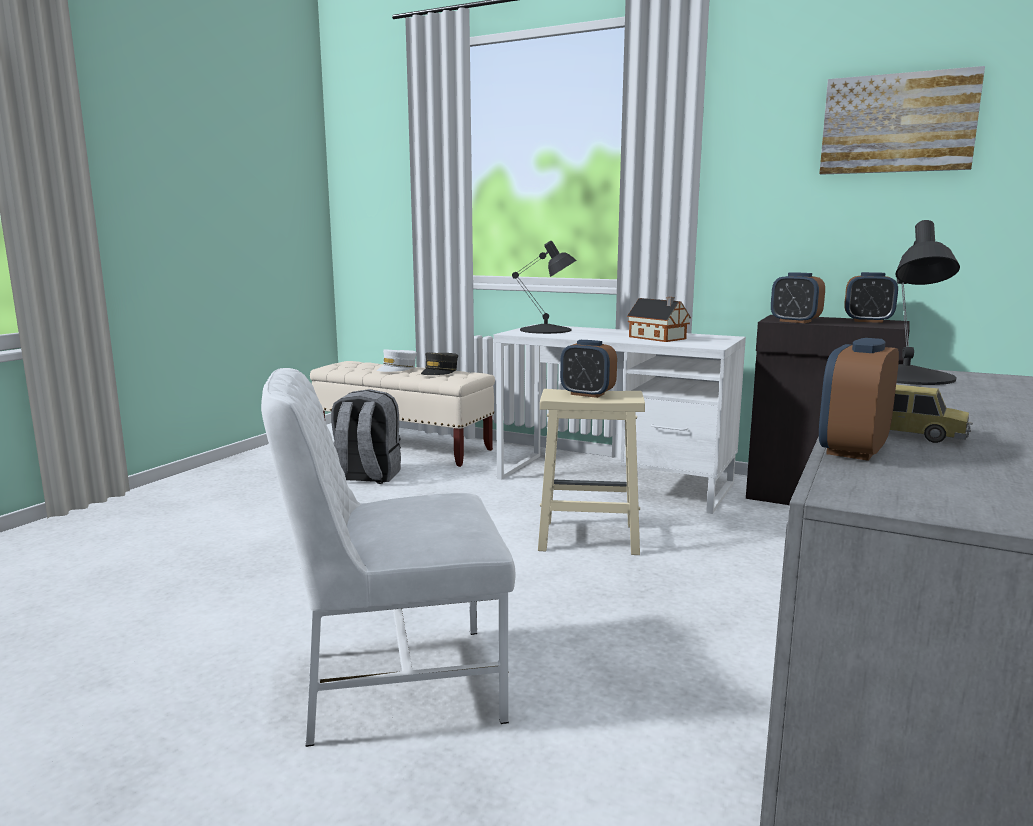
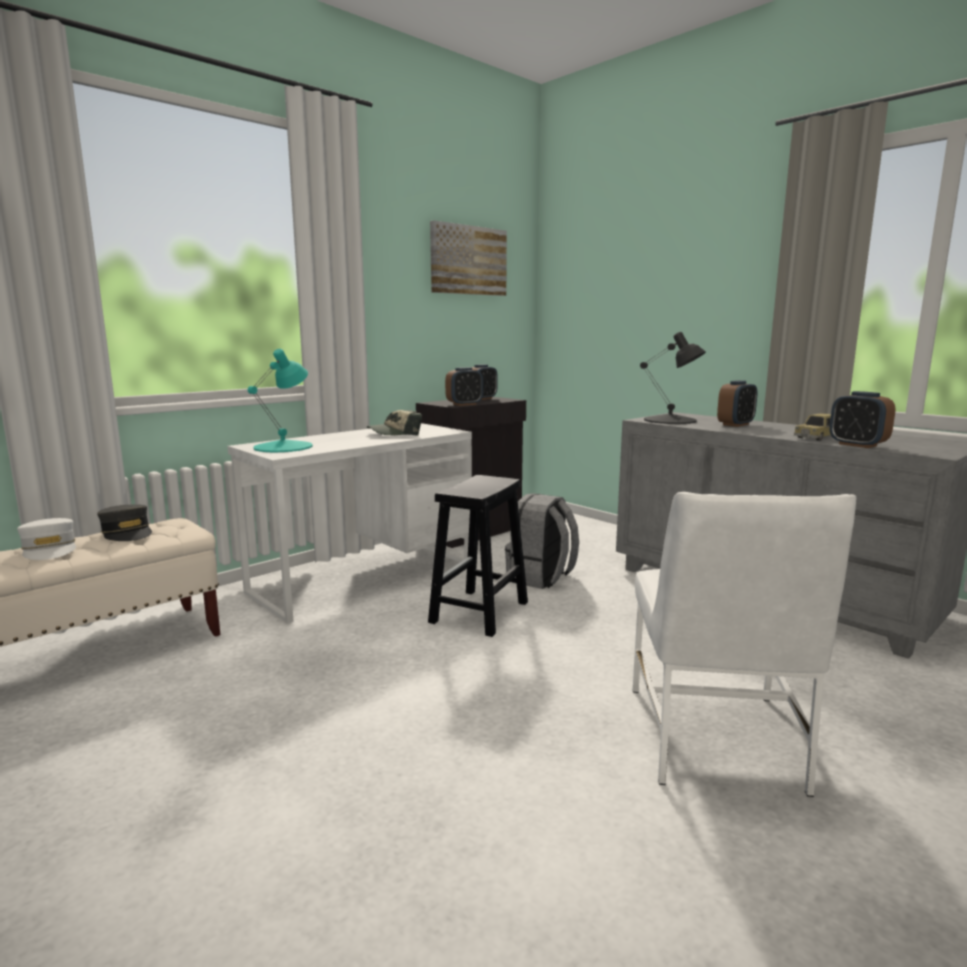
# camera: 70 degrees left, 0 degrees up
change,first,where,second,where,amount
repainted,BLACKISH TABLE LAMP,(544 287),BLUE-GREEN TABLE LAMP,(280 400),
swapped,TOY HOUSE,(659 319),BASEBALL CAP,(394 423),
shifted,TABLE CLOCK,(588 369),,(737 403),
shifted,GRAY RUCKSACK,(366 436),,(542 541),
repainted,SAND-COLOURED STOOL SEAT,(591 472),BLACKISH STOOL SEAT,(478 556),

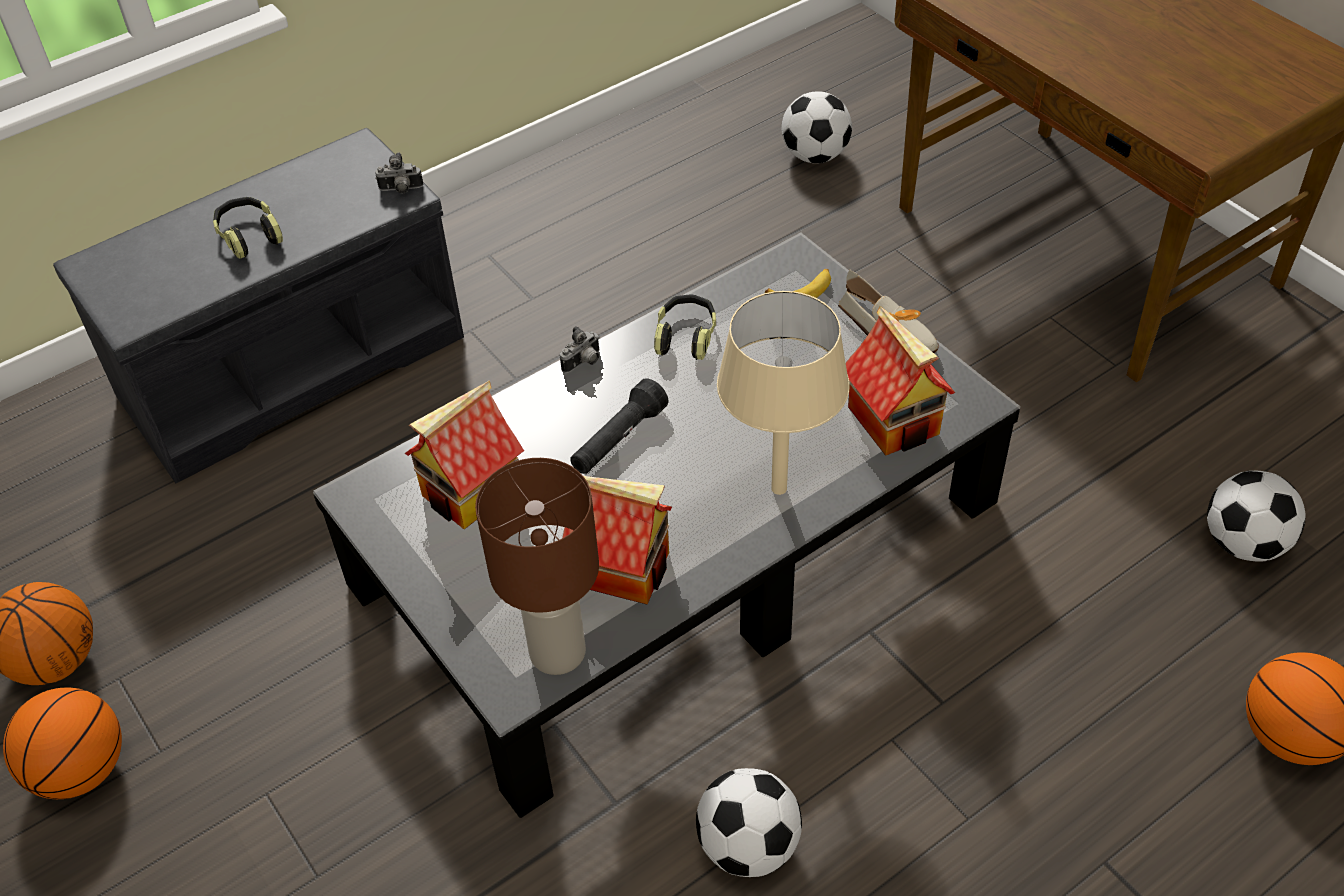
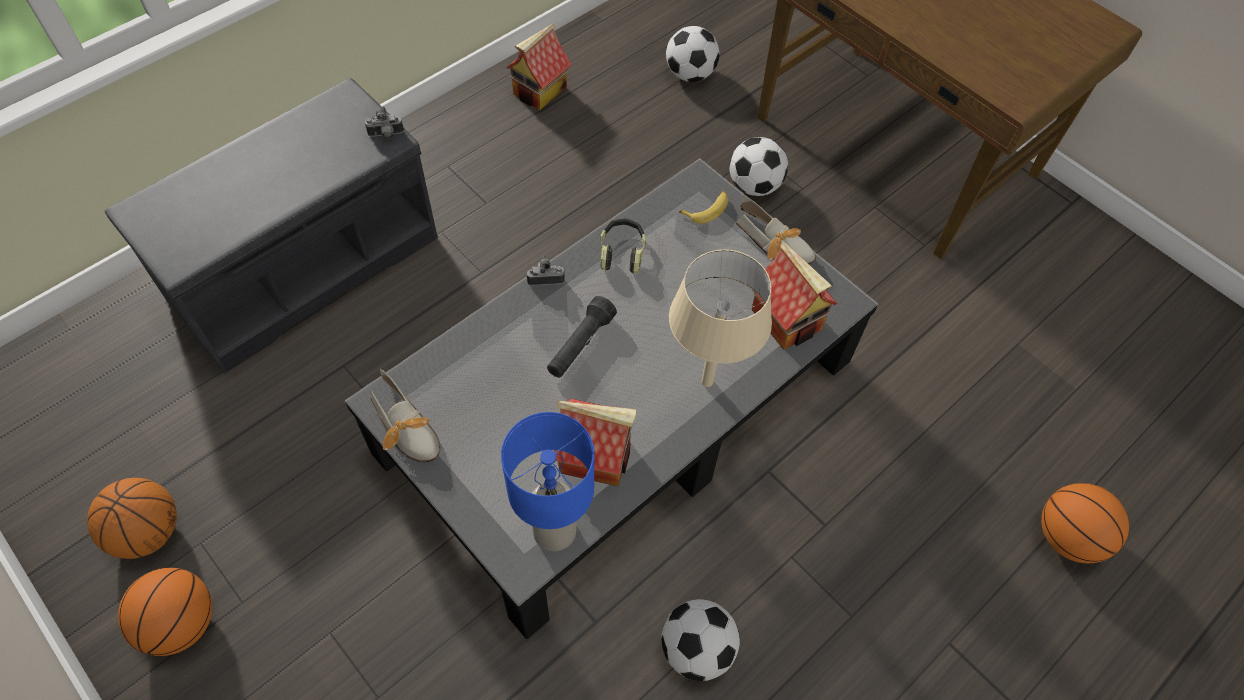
# camera: 10 degrees left, 10 degrees up
change,first,where,second,where,amount
gone,HEADPHONES,(248 228),,,
rotated,PHOTO CAMERA,(579 349),,(545 270),135 degrees counterclockwise
shifted,TOY HOUSE,(464 454),,(539 66),
repainted,BROWN TABLE LAMP,(537 566),BLUE-COLOURED TABLE LAMP,(547 481),
shifted,FOOTBALL BALL,(1256 515),,(758 166),
new,,,LOW SHOE,(405 415),

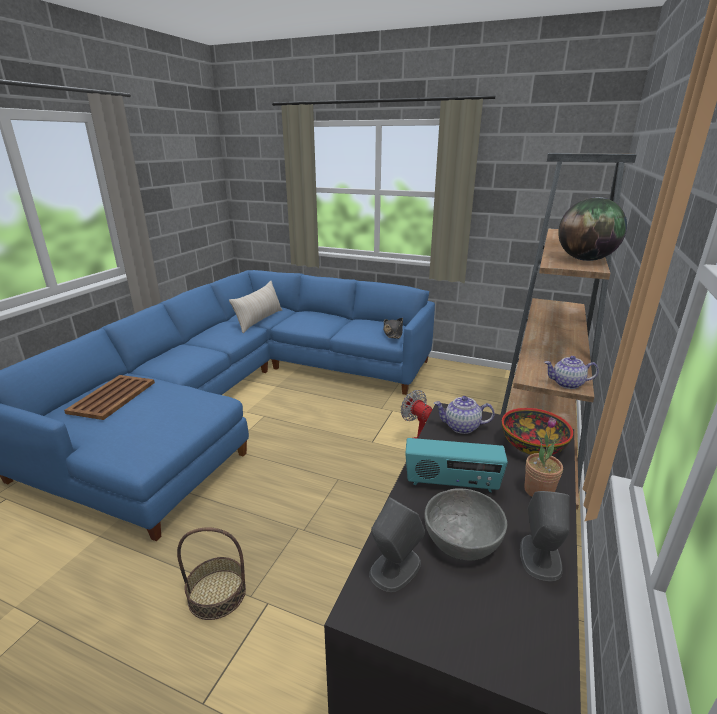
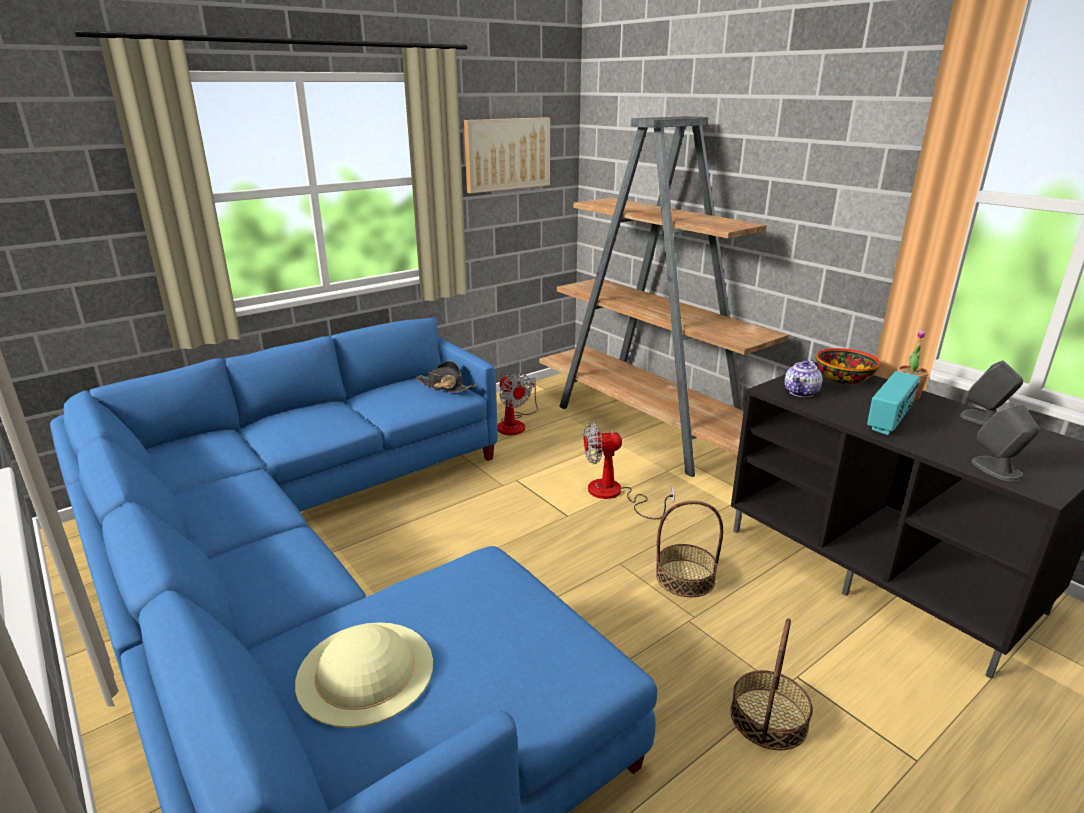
# camera: 60 degrees left, 0 degrees up
change,first,where,second,where,amount
gone,GLOBE,(592 229),,,
gone,SAND-COLOURED CUSHION,(255 307),,,
gone,POT FOR TEA,(571 372),,,
swapped,BROWN SERVING TRAY,(109 397),SAND-COLOURED HAT,(364 675),
gone,GRAY SERVING BOWL,(465 524),,,
new,,,PICTURE,(507 155),
new,,,ELECTRIC FAN,(517 404),
new,,,BASKET,(689 549),

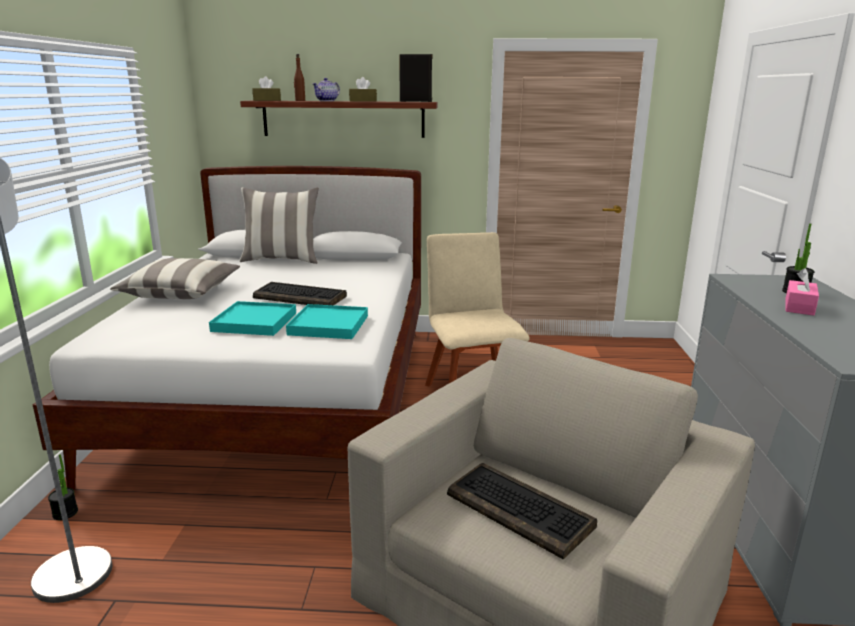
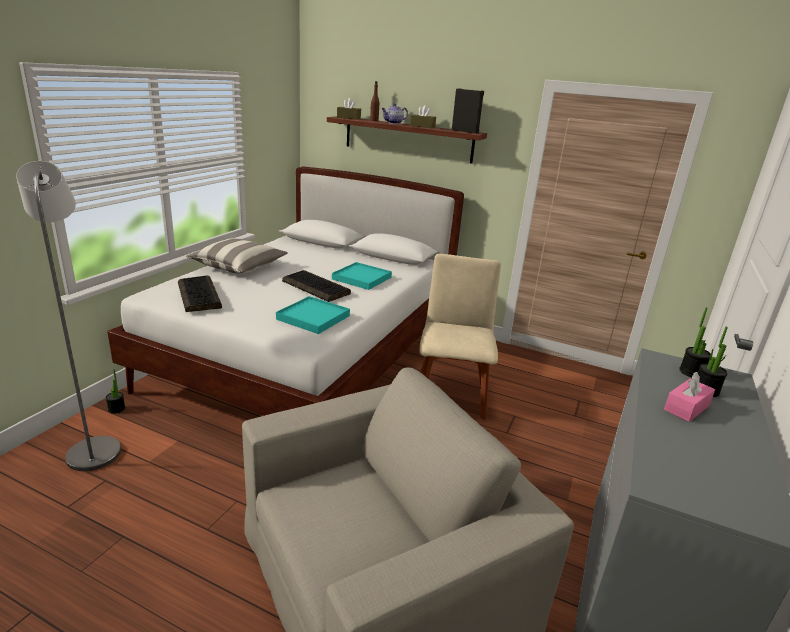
# camera: 20 degrees right, 5 degrees up
change,first,where,second,where,amount
gone,CUSHION,(279 225),,,
shifted,BLUE-GREEN SERVING TRAY,(252 318),,(362 276),
shifted,COMPUTER KEYBOARD,(522 511),,(200 294),
new,,,POTTED PLANT,(695 342),

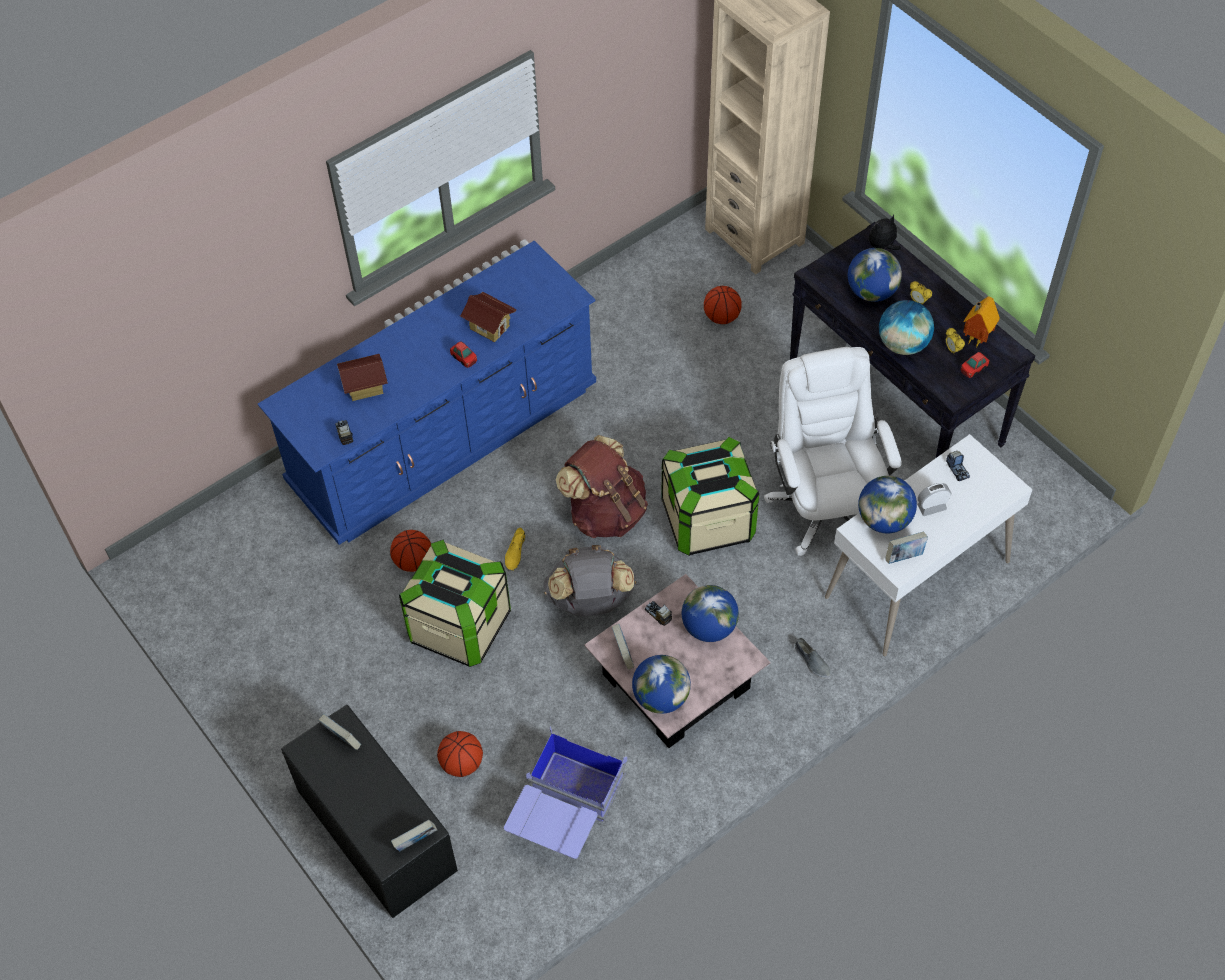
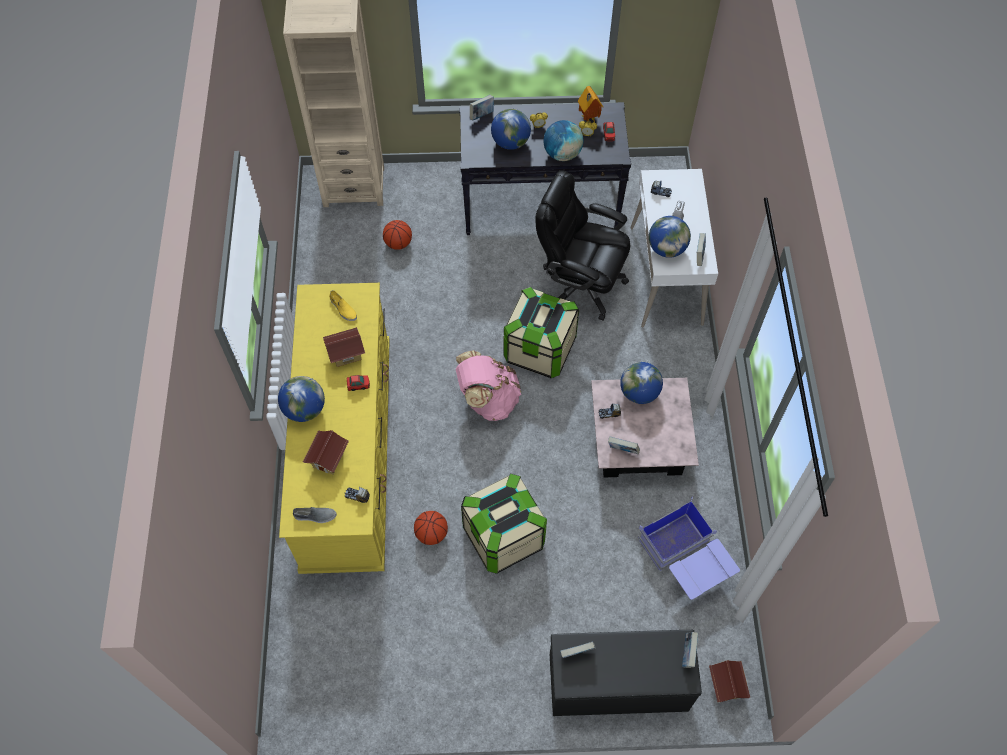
# camera: 55 degrees left, 5 degrees up
change,first,where,second,where,amount
swapped,SOFT TOY,(885 232),BOUND BOOK,(482 108),
repainted,BLUE-COLOURED CHEST OF DRAWERS,(427 393),YELLOWISH CHEST OF DRAWERS,(334 428),
repainted,WHITE-COLOURED OFFICE CHAIR,(833 451),BLACKISH OFFICE CHAIR,(583 245),
repainted,BROWN RUCKSACK,(602 486),PINK-COLOURED RUCKSACK,(488 385),
shifted,YELLOWISH LOW SHOE,(515 550),,(343 305),
gone,GRAY RUCKSACK,(589 581),,,
shifted,GRAY LOW SHOE,(813 658),,(315 515),
shifted,GLOBE,(661 684),,(301 399),
gone,BASKETBALL,(460 754),,,
new,,,TOY HOUSE,(729 681),

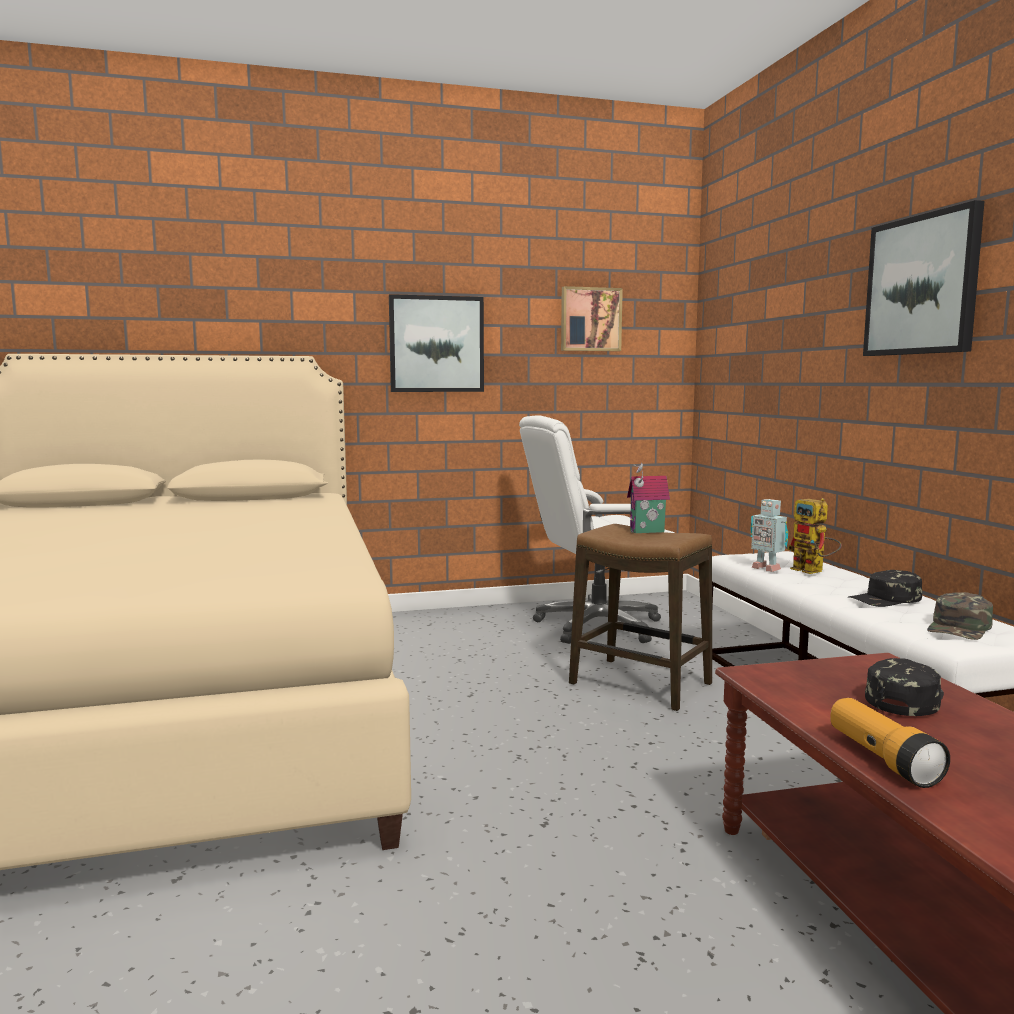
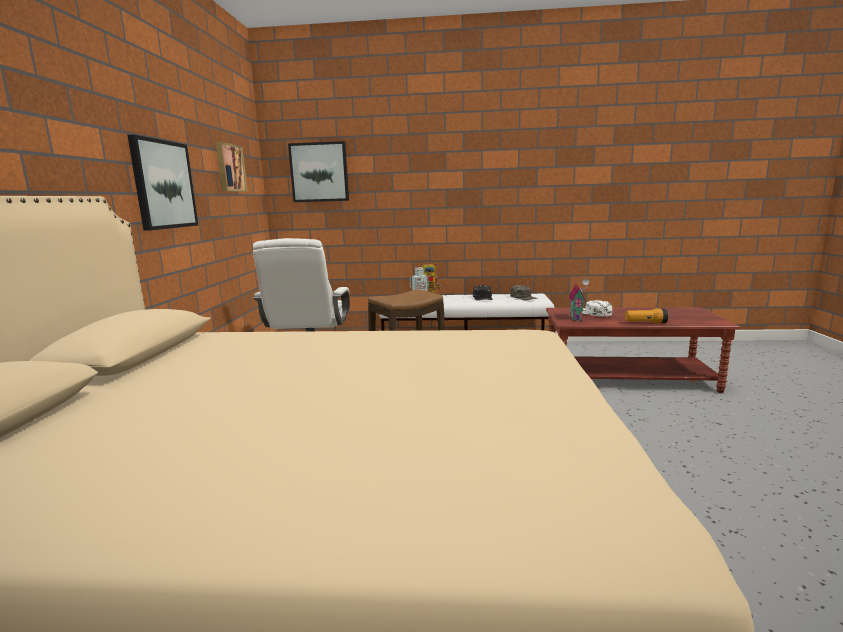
# camera: 70 degrees left, 5 degrees up
change,first,where,second,where,amount
shifted,PICTURE,(924 278),,(318 171),
shifted,TOY HOUSE,(648 498),,(579 300),
repainted,BLACKISH BASEBALL CAP,(904 687),WHITE-COLOURED BASEBALL CAP,(597 308),

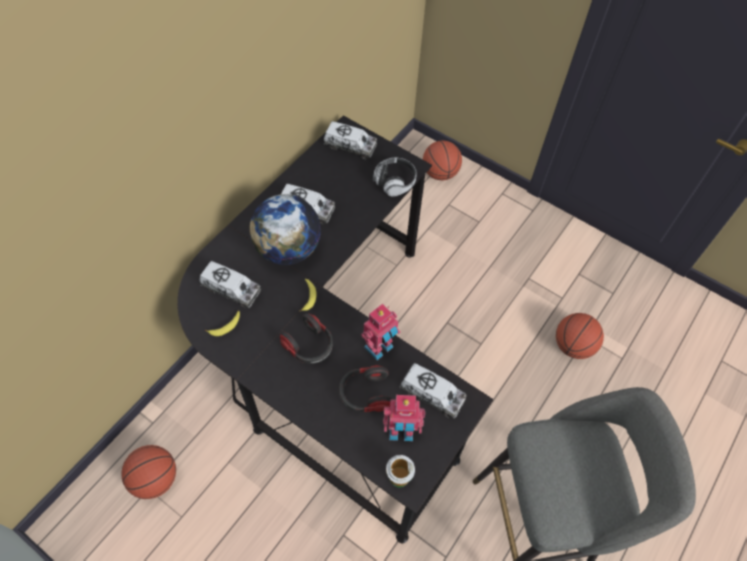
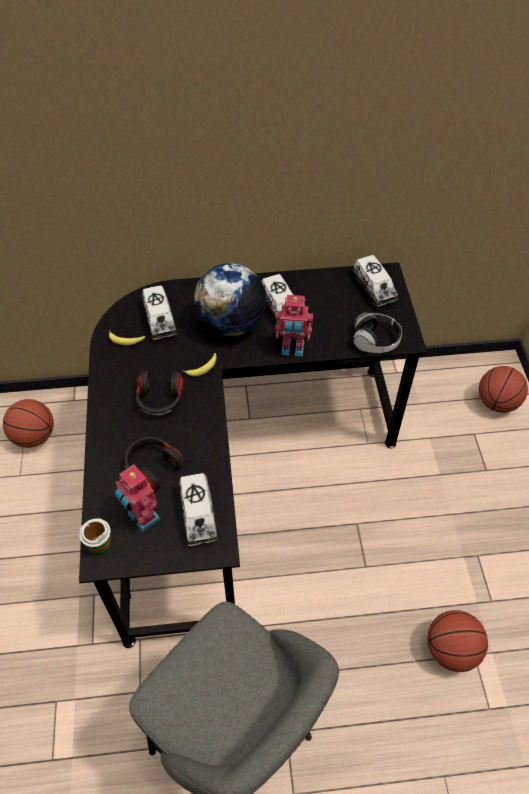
# camera: 50 degrees right, 5 degrees down
change,first,where,second,where,amount
shifted,ROBOT FIGURE,(380 332),,(294 325),

